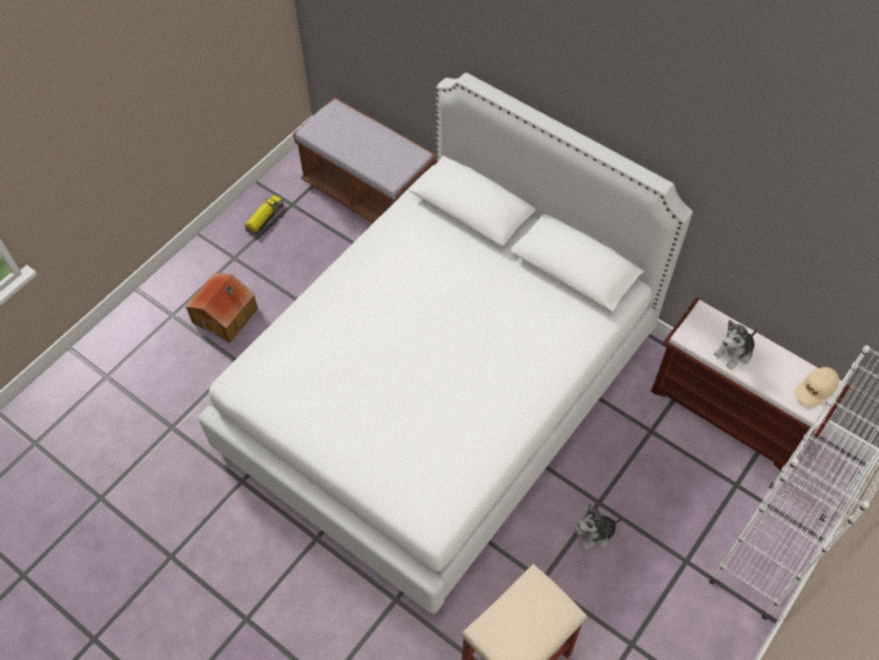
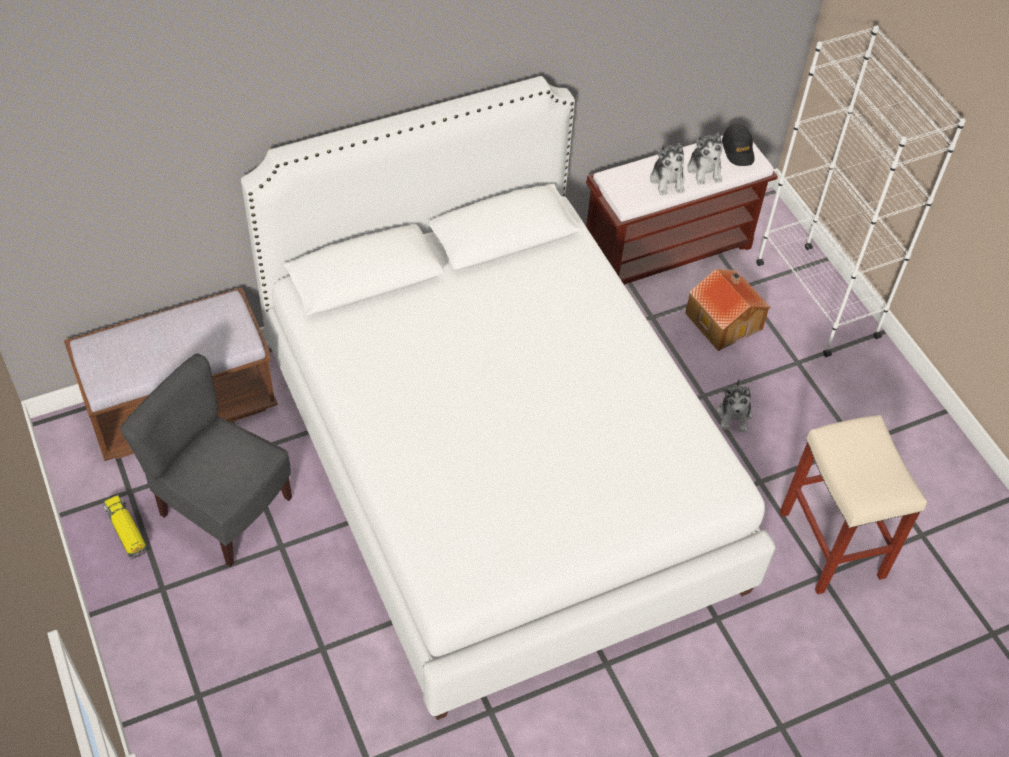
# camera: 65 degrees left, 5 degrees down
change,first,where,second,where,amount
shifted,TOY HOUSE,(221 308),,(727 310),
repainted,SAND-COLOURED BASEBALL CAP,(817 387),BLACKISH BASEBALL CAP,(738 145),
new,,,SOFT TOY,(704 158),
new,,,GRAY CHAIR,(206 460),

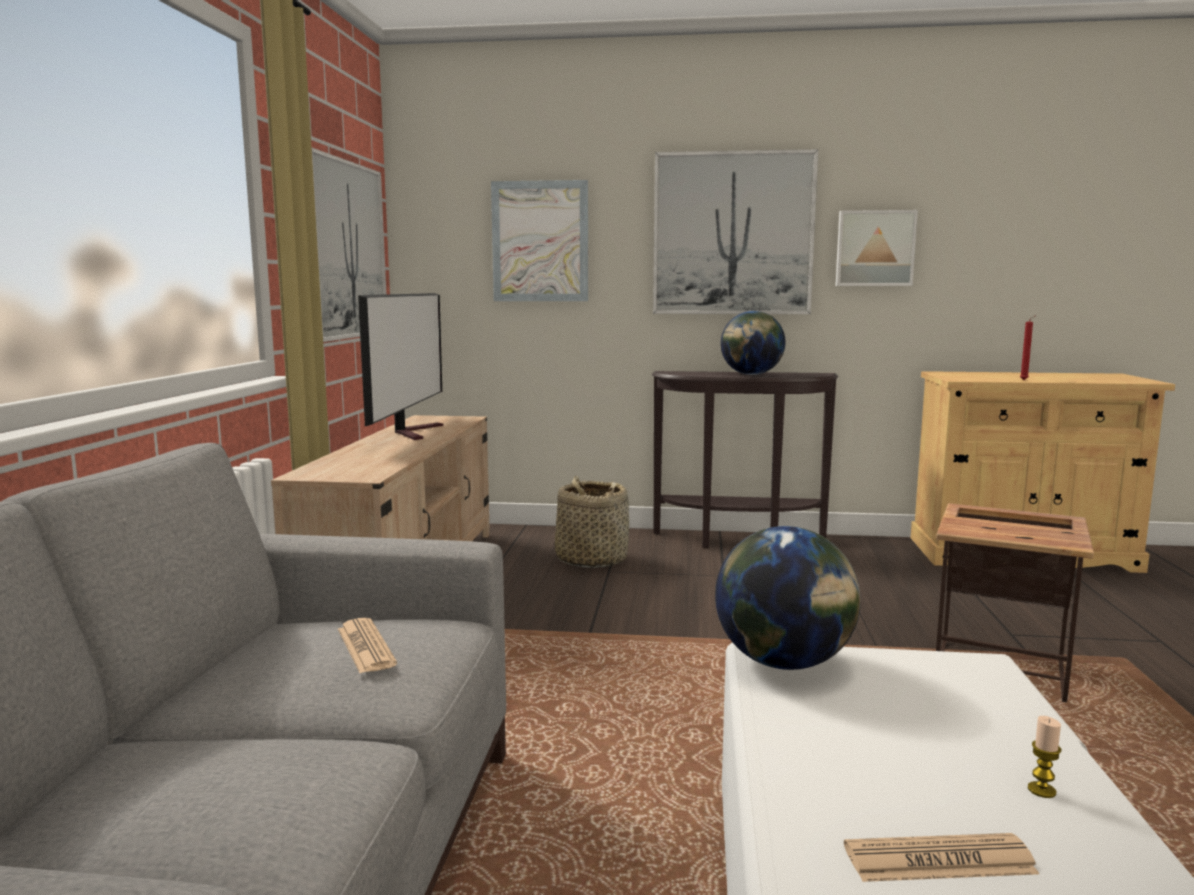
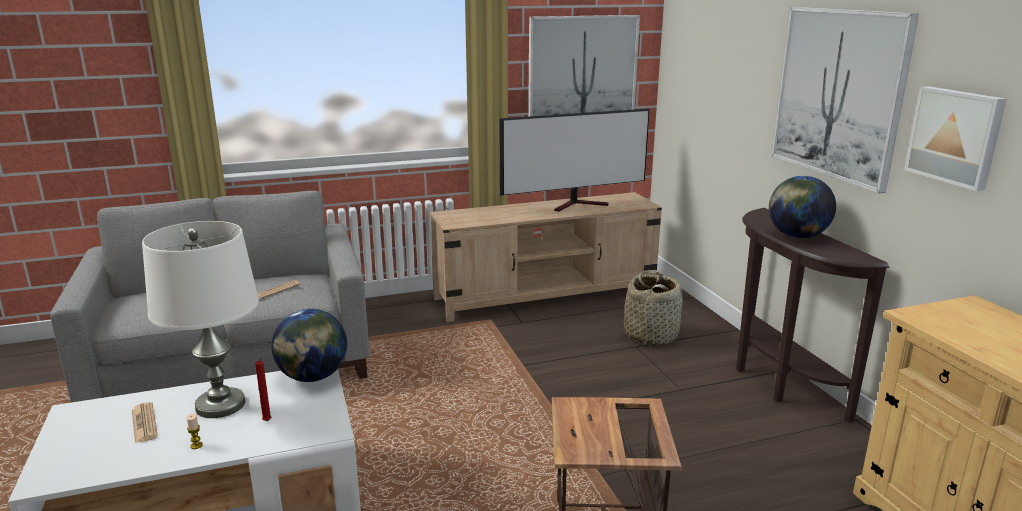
# camera: 65 degrees right, 10 degrees up
change,first,where,second,where,amount
gone,PICTURE,(539 240),,,
shifted,REDDISH WAX CANDLE,(1028 347),,(263 389),
new,,,WHITE-COLOURED TABLE LAMP,(200 319),

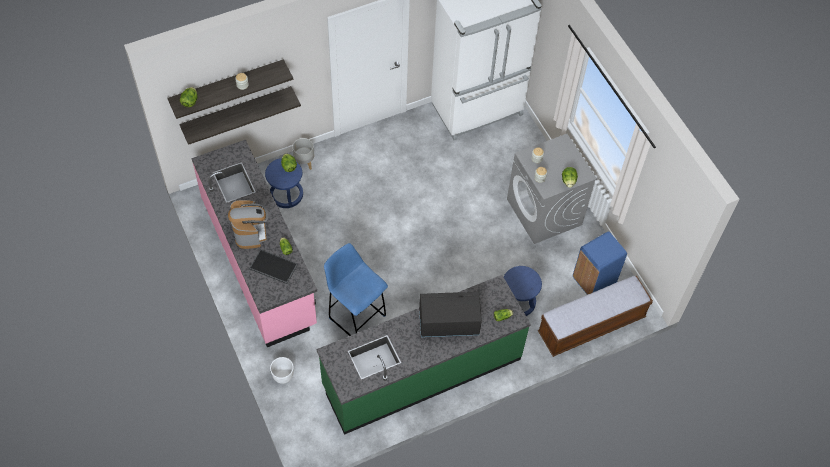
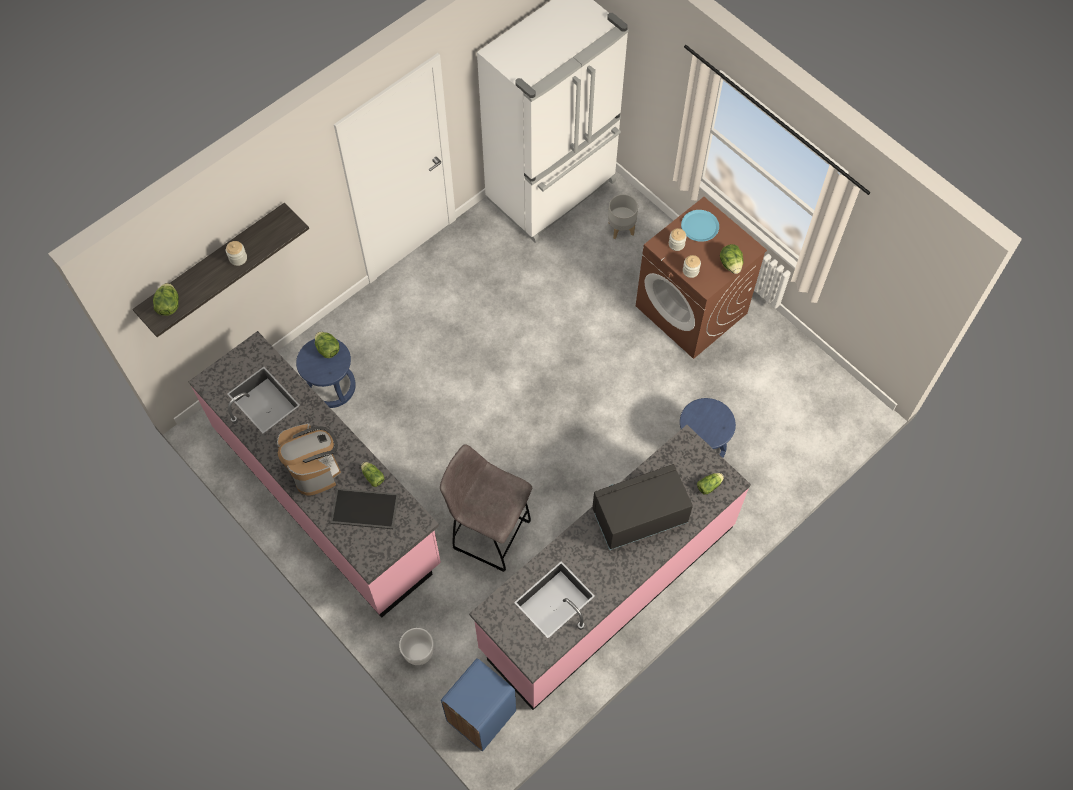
# camera: 15 degrees left, 5 degrees up
change,first,where,second,where,amount
gone,SHELF,(240 115),,,
repainted,GRAY LAUNDRY MACHINE,(552 189),BROWN LAUNDRY MACHINE,(701 278),
shifted,GRAY PLANTER,(303 154),,(623 216),
shifted,BLUE-COLOURED TRASH CAN,(600 263),,(478 704),
repainted,BLUE-COLOURED STOOL SEAT,(356 289),GRAY STOOL SEAT,(486 508),
repainted,GREEN KITCHEN BASE UNIT,(423 355),PINK-COLOURED KITCHEN BASE UNIT,(610 567),
gone,INDOOR BENCH,(595 316),,,
new,,,BLUE-COLOURED PLATE,(700 226),

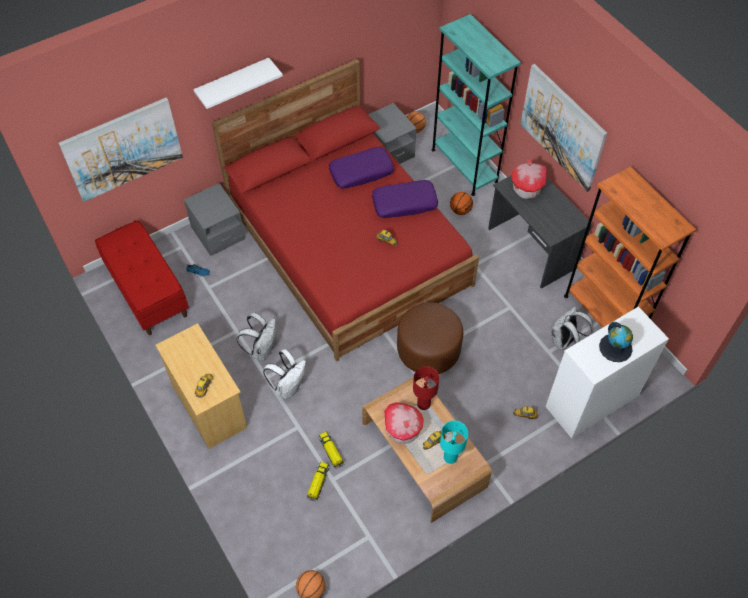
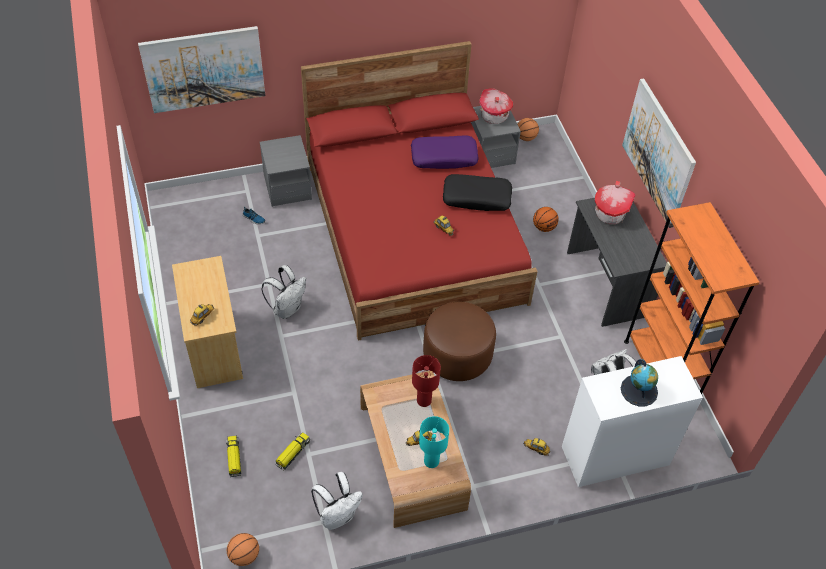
# camera: 15 degrees right, 5 degrees down
change,first,where,second,where,amount
gone,BLUE-GREEN SHELVING UNIT,(476 105),,,
gone,WHITE-COLOURED SHELF,(238 83),,,
repainted,PURPLE CUSHION,(405 199),BLACKISH CUSHION,(477 192),
gone,REDDISH INDOOR BENCH,(142 277),,,
shifted,WHITE-COLOURED RUCKSACK,(284 374),,(337 501),
shifted,TOY HOUSE,(404 423),,(496 106),
shifted,TOY TRUCK,(331 450),,(233 456),

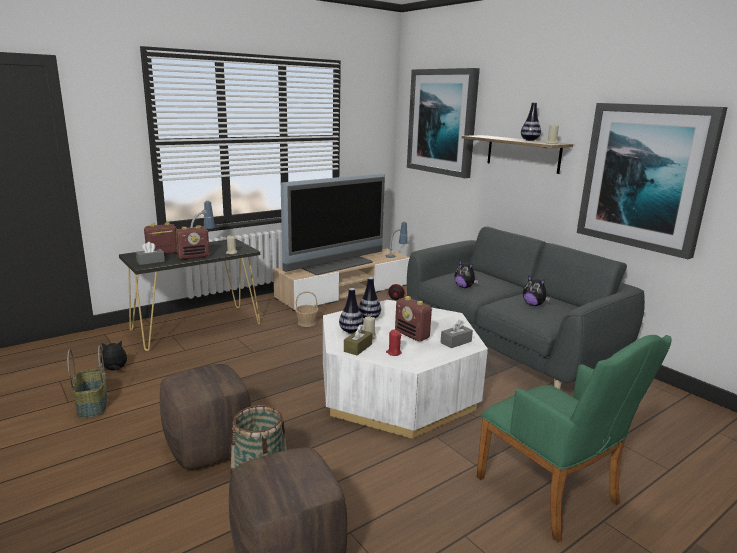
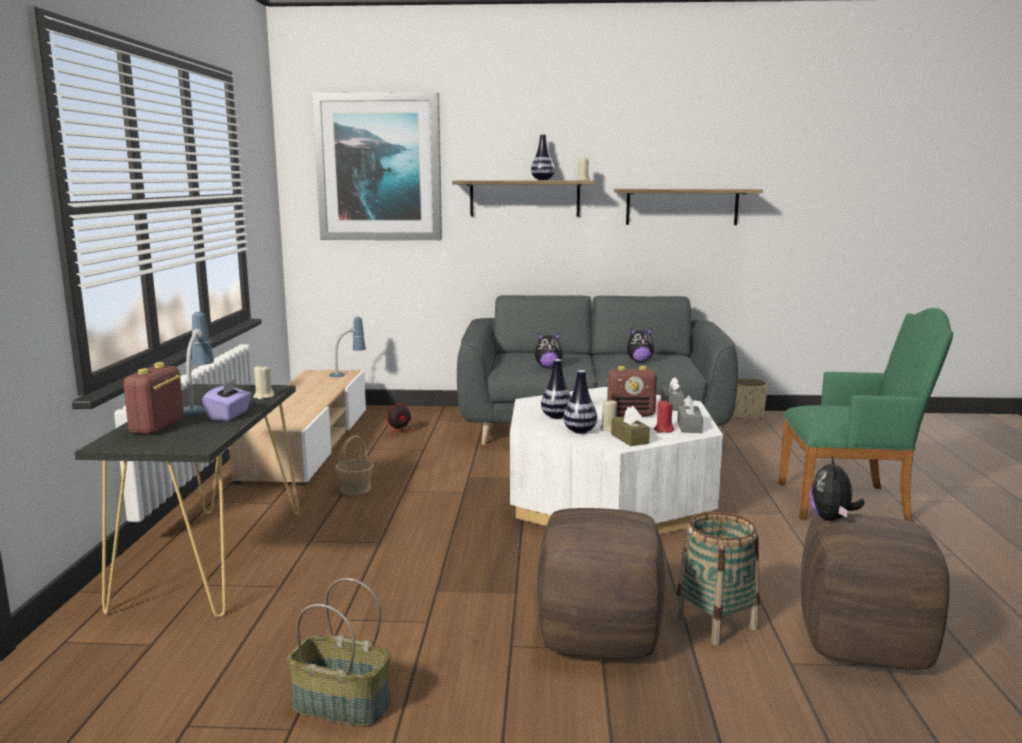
# camera: 50 degrees left, 5 degrees down
change,first,where,second,where,amount
swapped,PICTURE,(652 181),SHELF,(688 207),
gone,TV,(333 224),,,
swapped,RADIO,(192 242),PURPLE TISSUE HOLDER,(226 400),
shifted,GRAY TISSUE HOLDER,(150 253),,(690 414),
shifted,SOFT TOY,(112 355),,(837 488),
new,,,SAND-COLOURED PLANTER,(750 399),

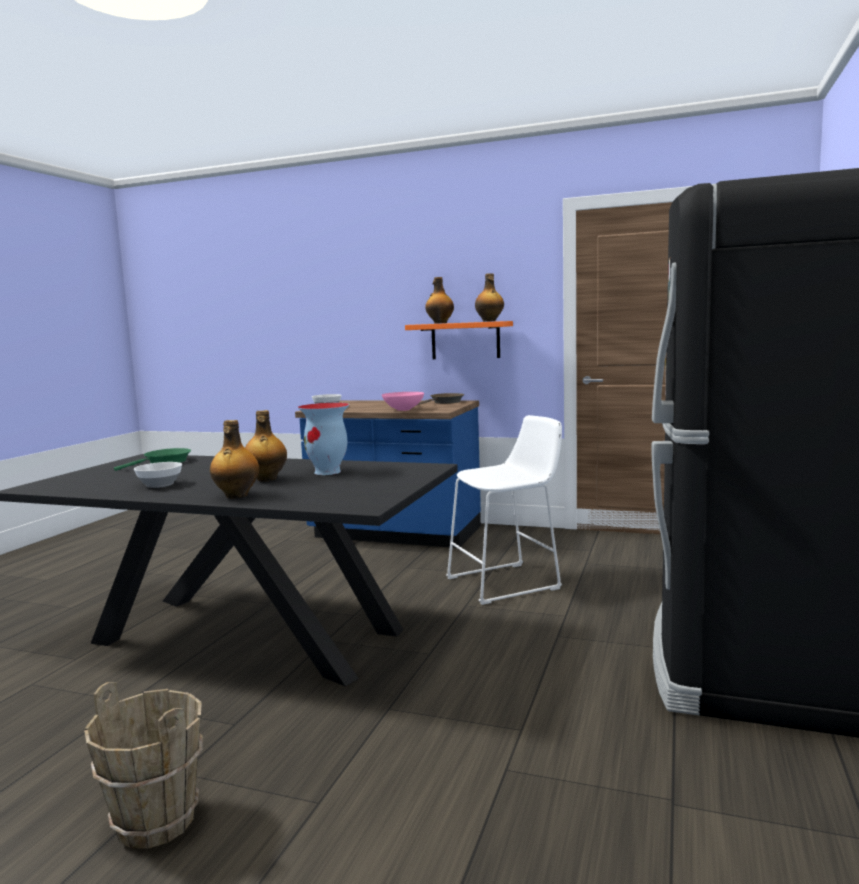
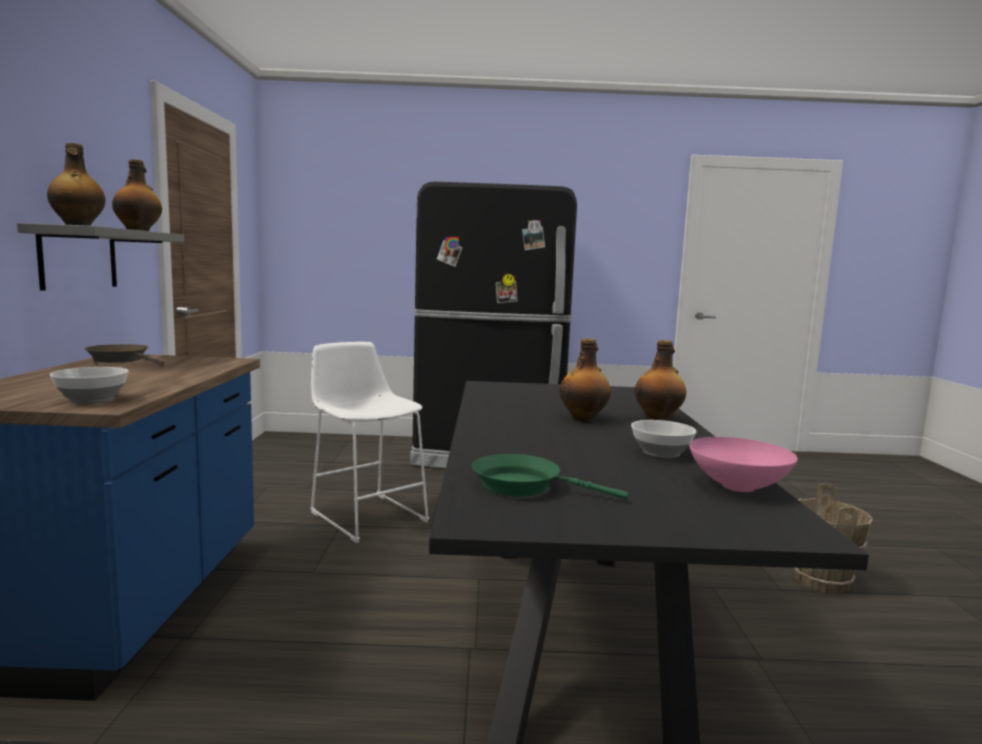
# camera: 110 degrees left, 0 degrees up
change,first,where,second,where,amount
repainted,ORANGE SHELF,(459 340),GRAY SHELF,(100 257),
shifted,PINK-COLOURED SERVING BOWL,(403 401),,(744 464),
gone,DECORATIVE VASE,(323 439),,,

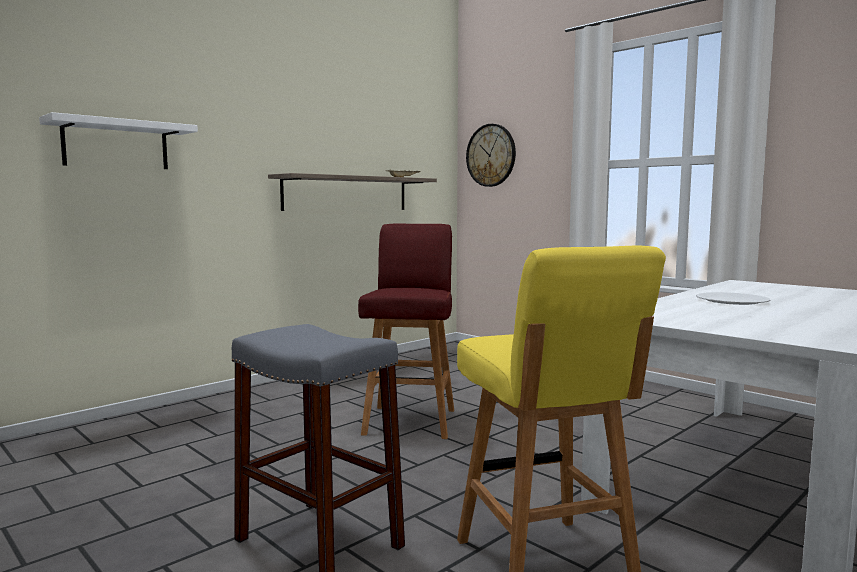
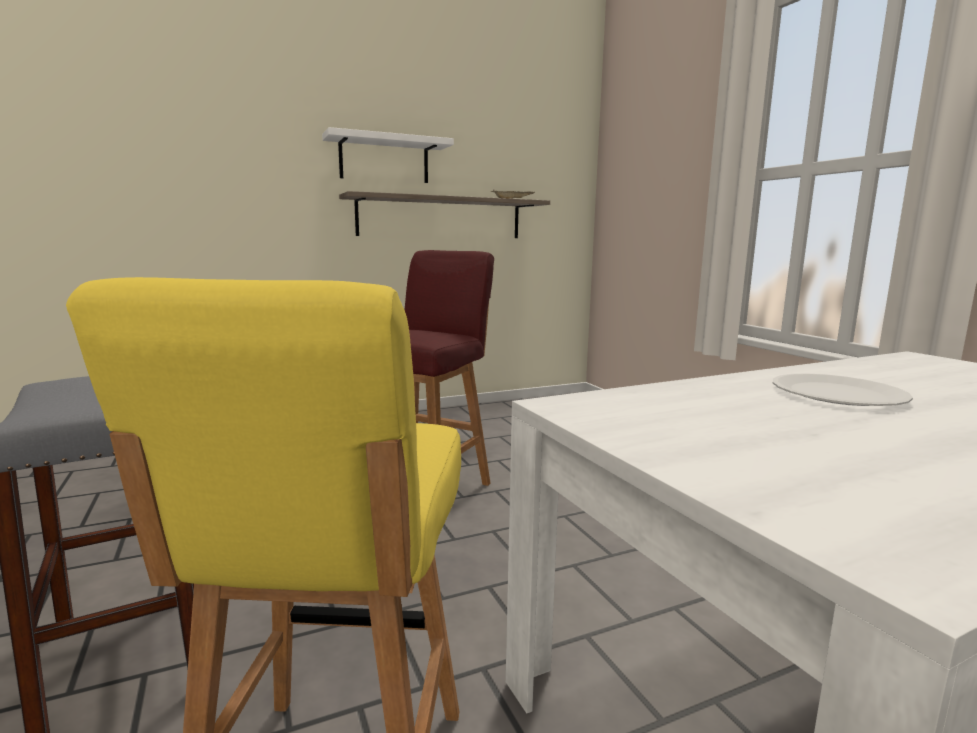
# camera: 20 degrees right, 5 degrees up
change,first,where,second,where,amount
shifted,WHITE-COLOURED SHELF,(118 140),,(388 155),
gone,WALL CLOCK,(491 155),,,

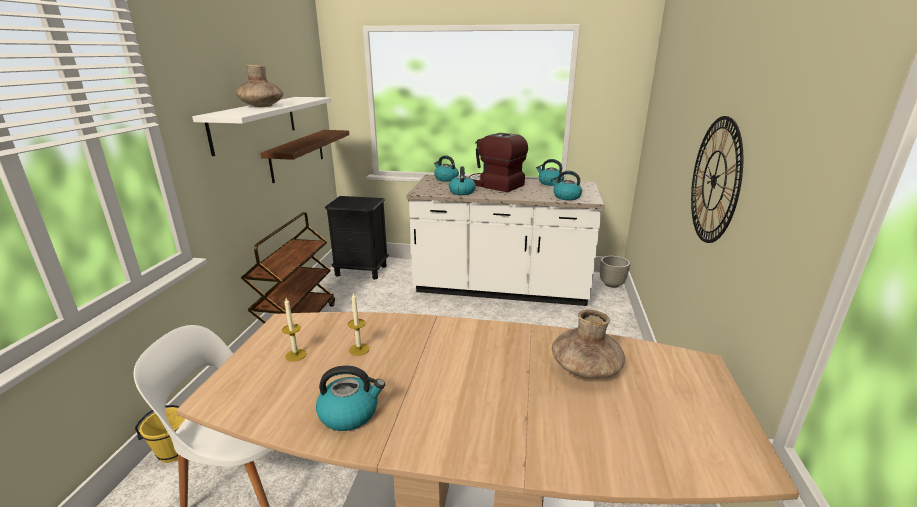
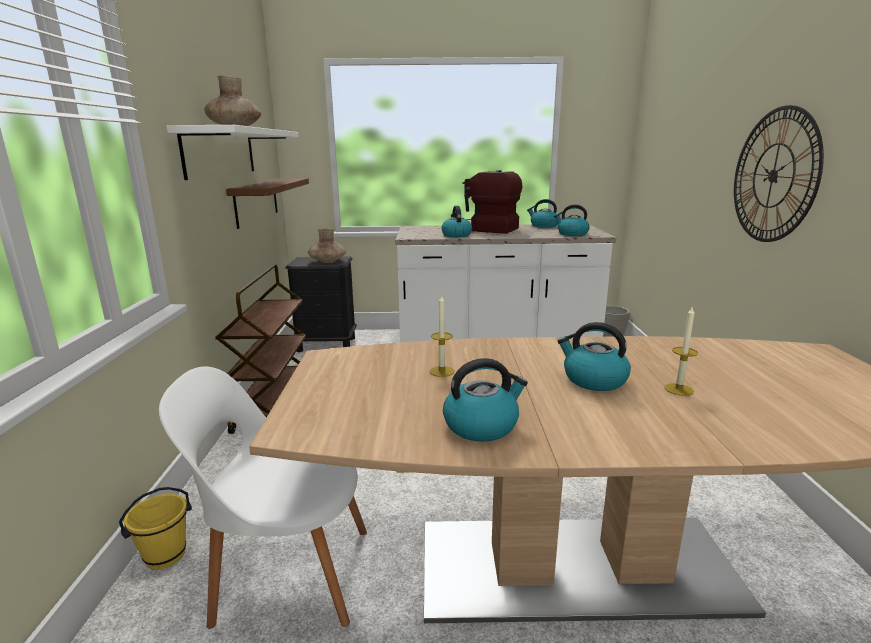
# camera: 10 degrees left, 5 degrees down
change,first,where,second,where,amount
shifted,KETTLE,(446 169),,(594 356),
shifted,WAX CANDLE,(294 330),,(681 351),
shifted,BROWN DECORATIVE VASE,(588 344),,(327 245),

